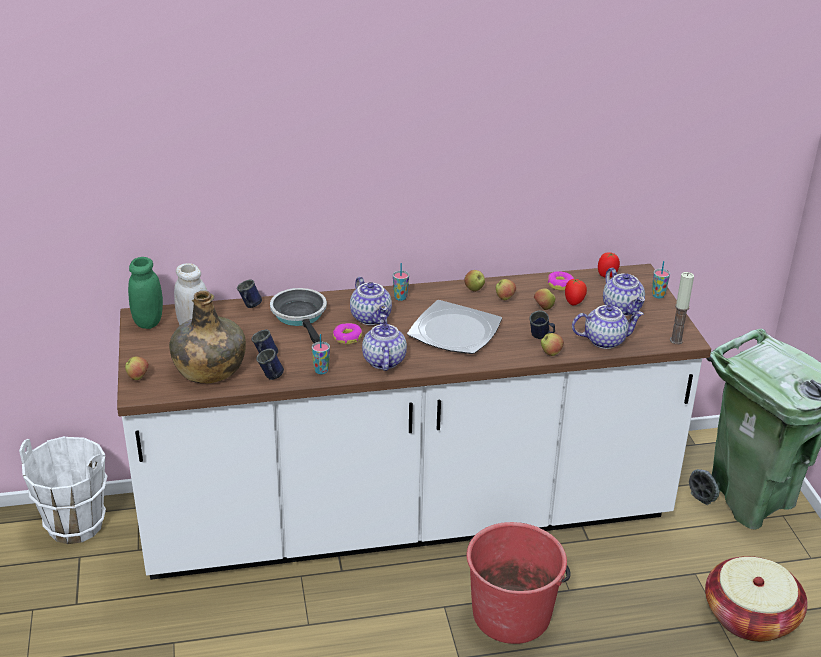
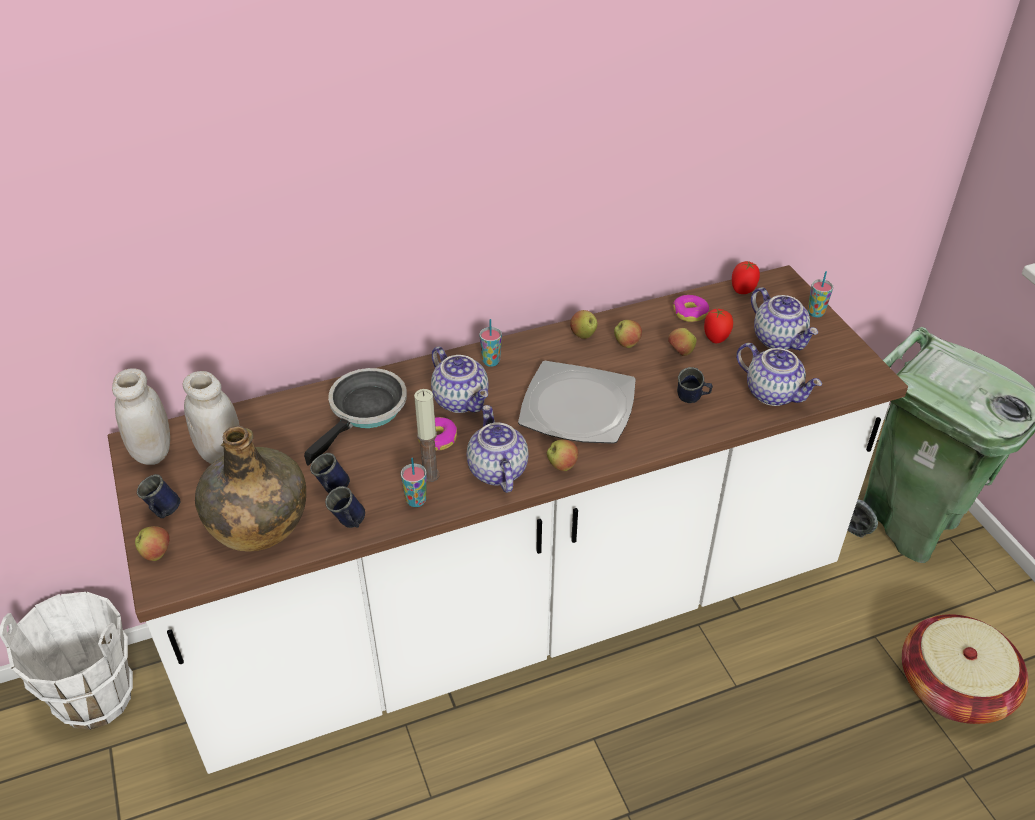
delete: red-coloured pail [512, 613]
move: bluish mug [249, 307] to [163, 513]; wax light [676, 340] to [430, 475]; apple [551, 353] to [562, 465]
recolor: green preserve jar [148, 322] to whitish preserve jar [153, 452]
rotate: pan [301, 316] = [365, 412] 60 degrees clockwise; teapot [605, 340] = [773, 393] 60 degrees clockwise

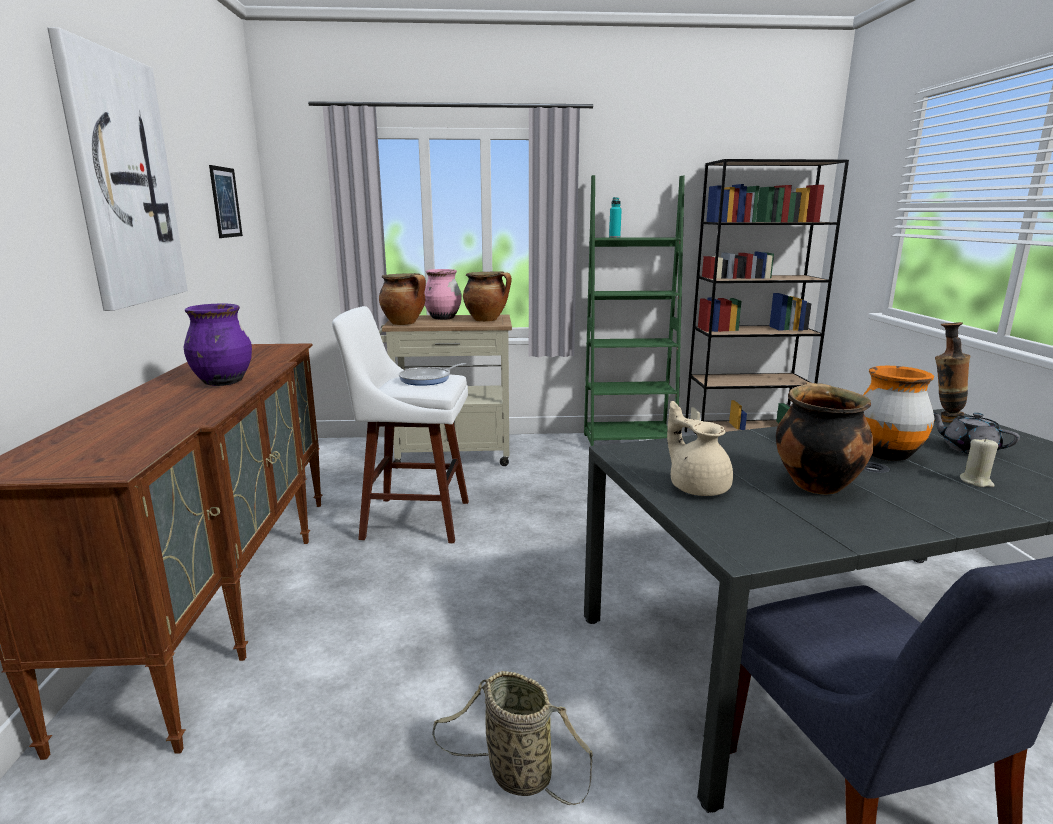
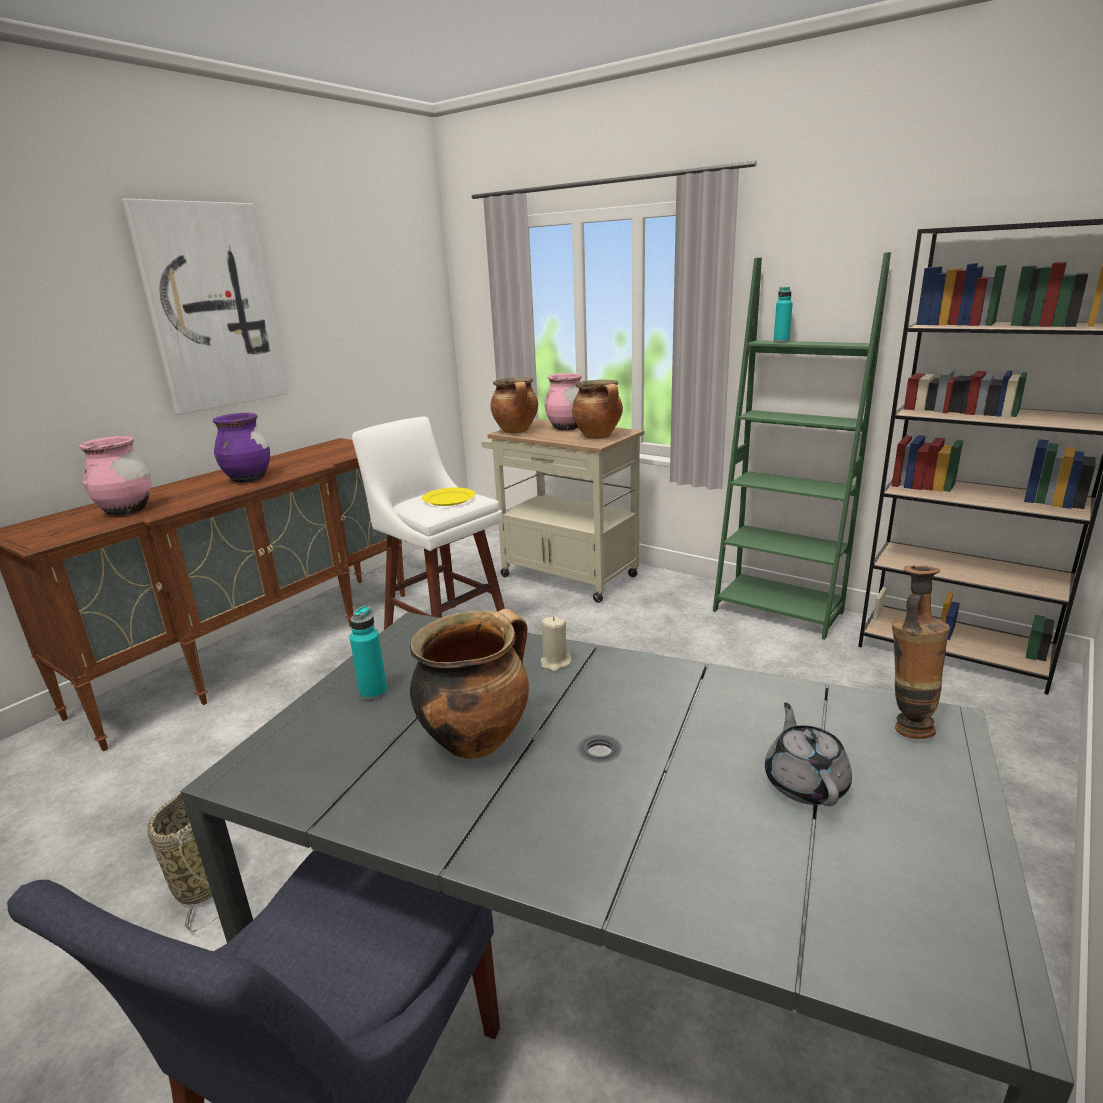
delete: picture [225, 202]; orange-coloured flower vase [885, 454]
insert: pink-coloured flower vase [126, 511]
move: sand-coloured wax light [976, 482] to [555, 663]
replace: sand-coloured teapot [697, 487] to turquoise bottle [373, 692]; pan [428, 379] to yellow flat dish [449, 499]

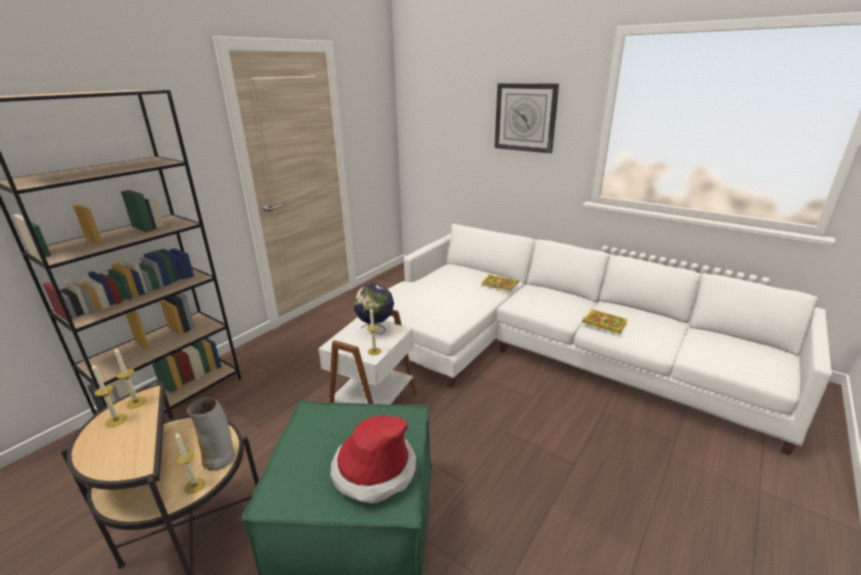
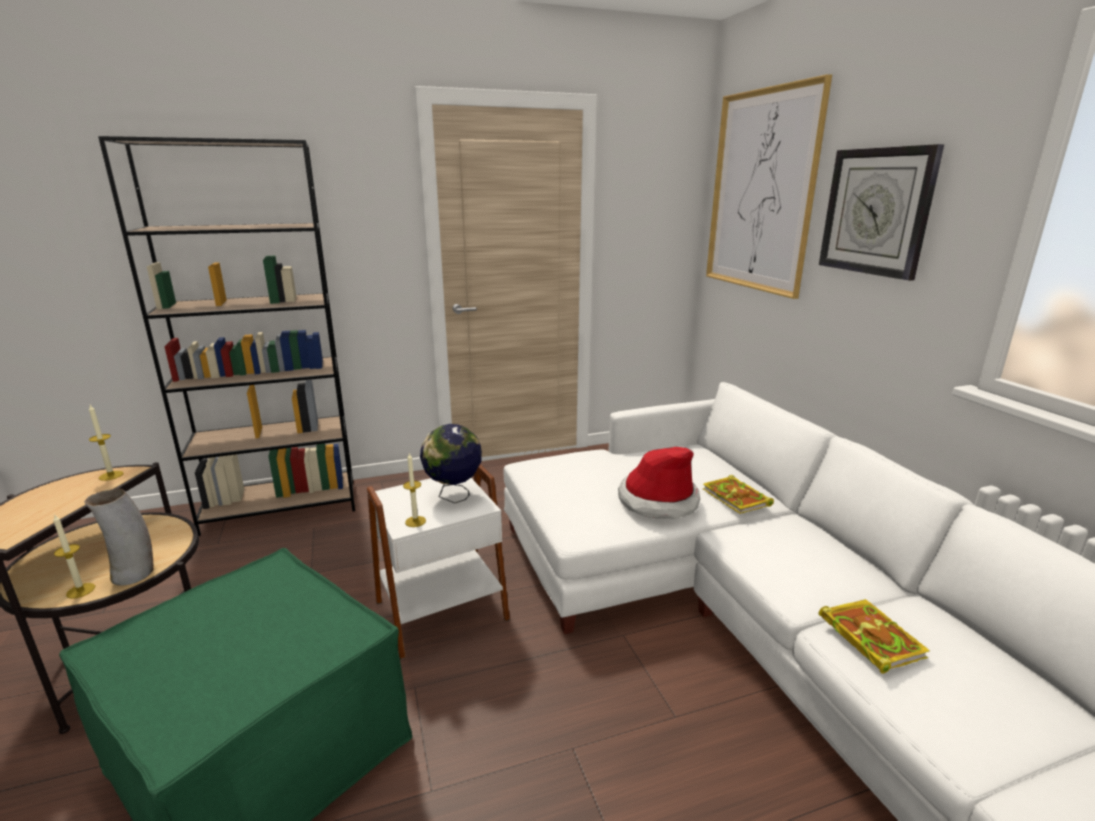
delete: wax light [116, 420]
insert: picture [761, 192]
move: clothing hat [374, 470] to [658, 501]

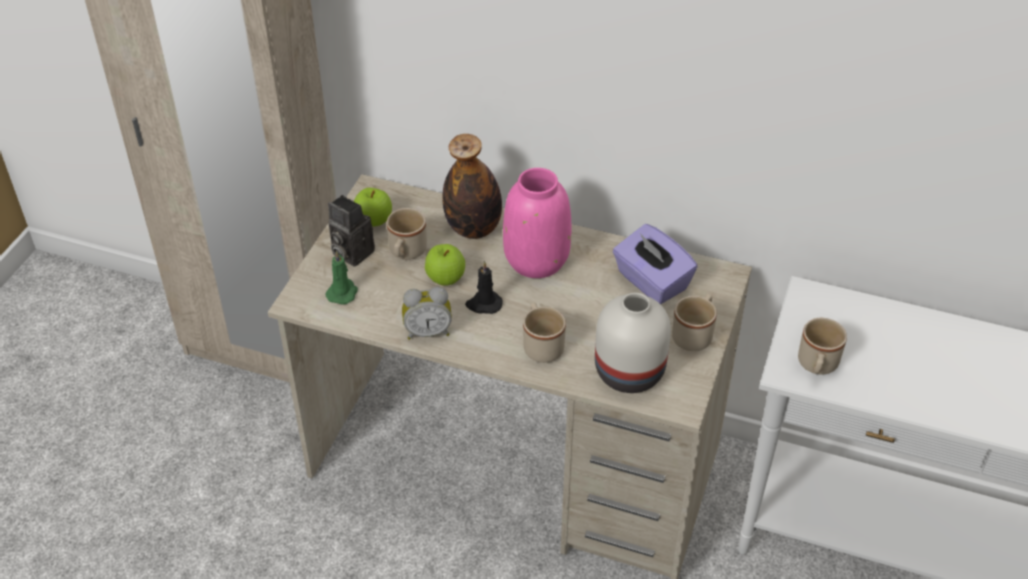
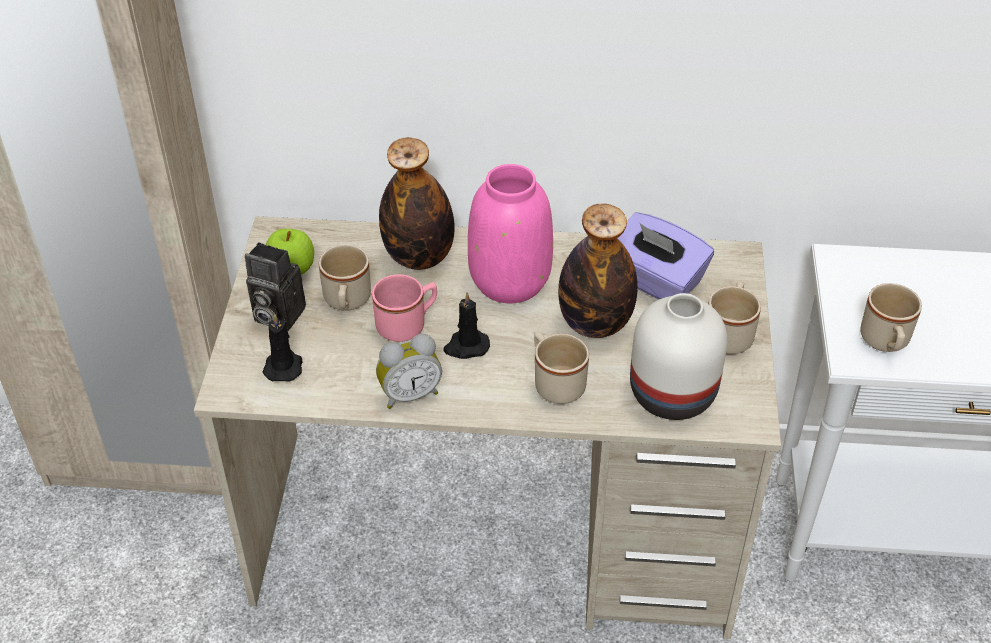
insert: bottle [595, 324]
replace: apple [445, 279] to pink-coloured mug [407, 324]
recolor: green wax light [343, 292] to black wax light [284, 366]

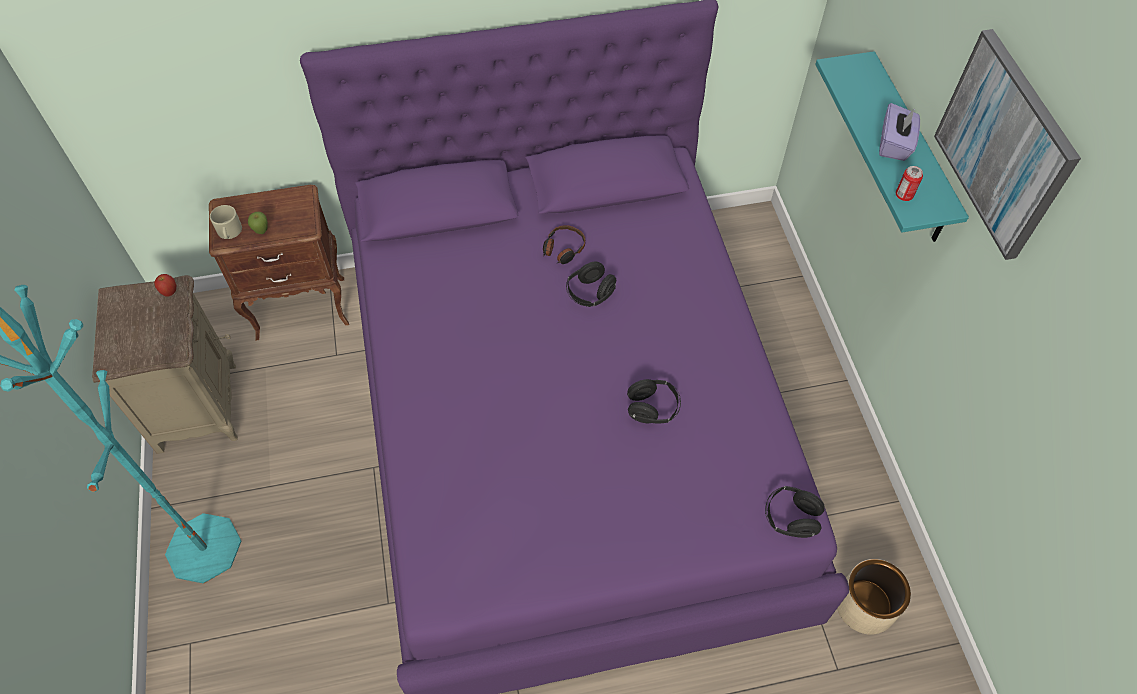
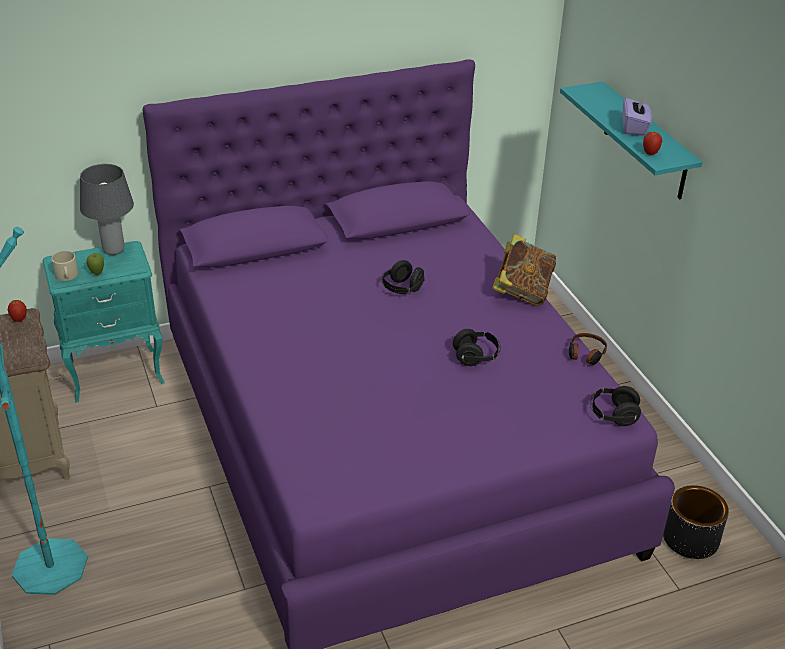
delete: picture [1004, 145]
insert: grey table lamp [114, 250]; volume [522, 291]
move: pair of headphones [563, 249] to [585, 354]
replace: can [904, 195] to apple [650, 153]
recolor: brown-coloured night table [301, 308] to turquoise night table [116, 375]; sand-coloured planter [864, 606] to black planter [690, 539]

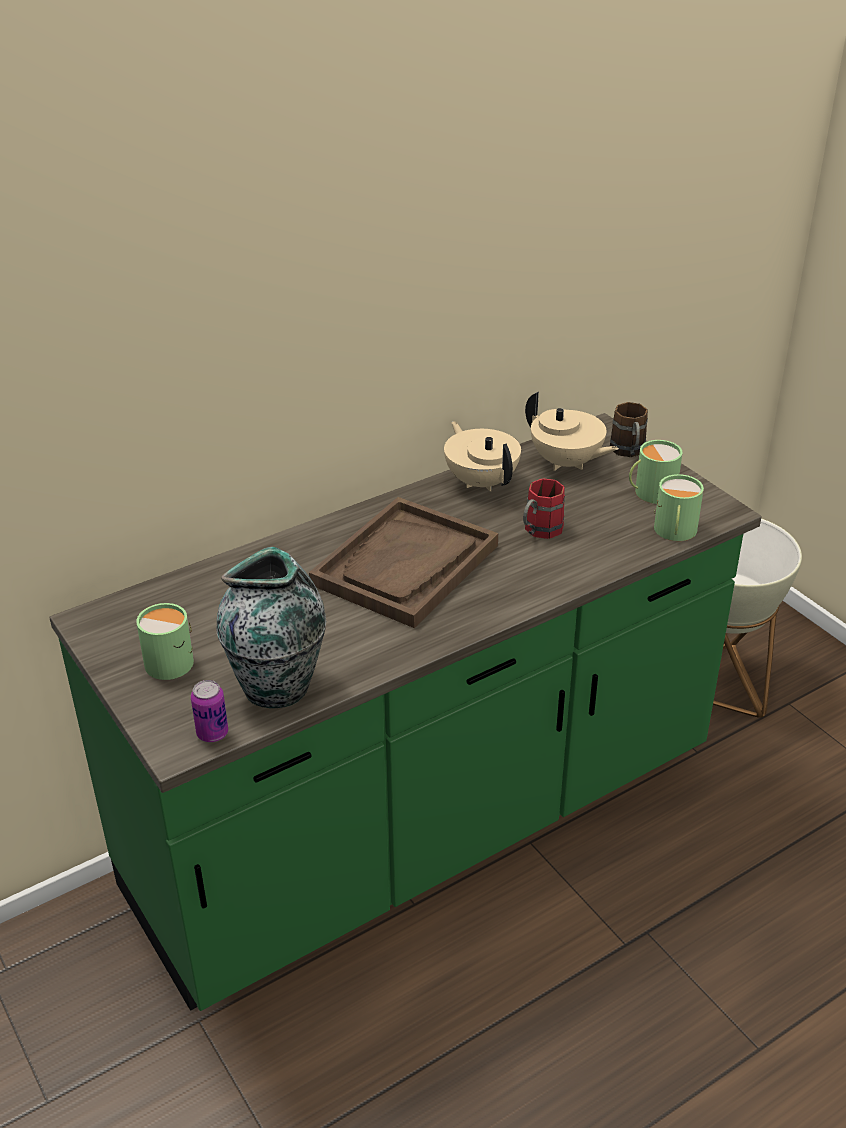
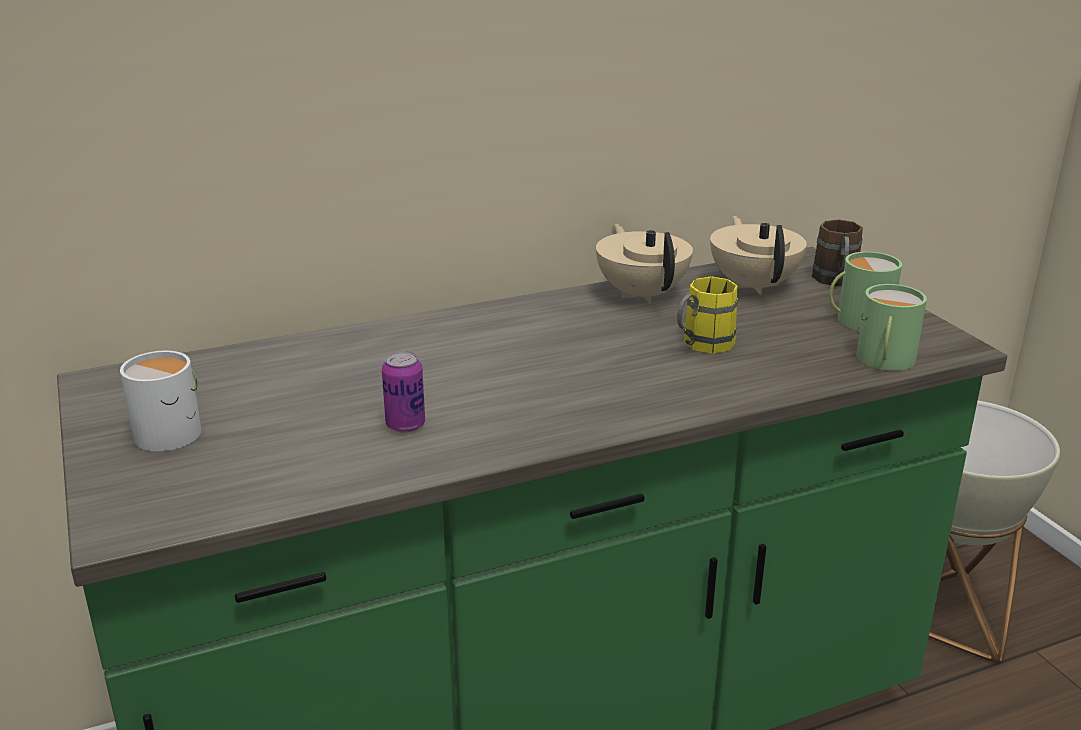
delete: flower vase [278, 686]; brown-coloured carrying tray [405, 565]
move: can [212, 733] to [405, 425]
recolor: green mug [172, 659] to whitish mug [174, 430]; red-coloured mug [539, 532] to yellow mug [701, 346]
rotate: sand-coloured teapot [566, 463] = [754, 285] 150 degrees counterclockwise

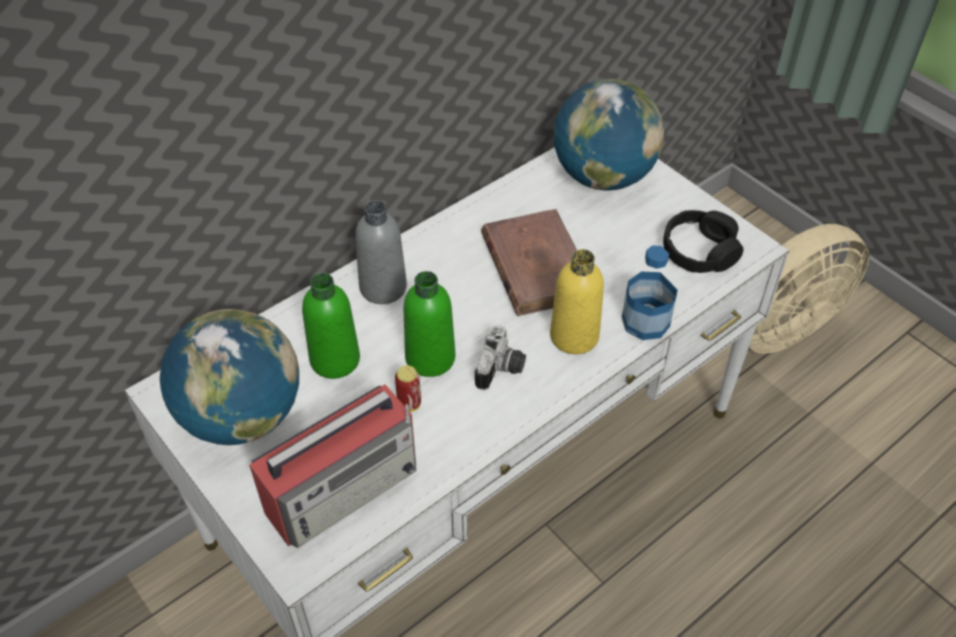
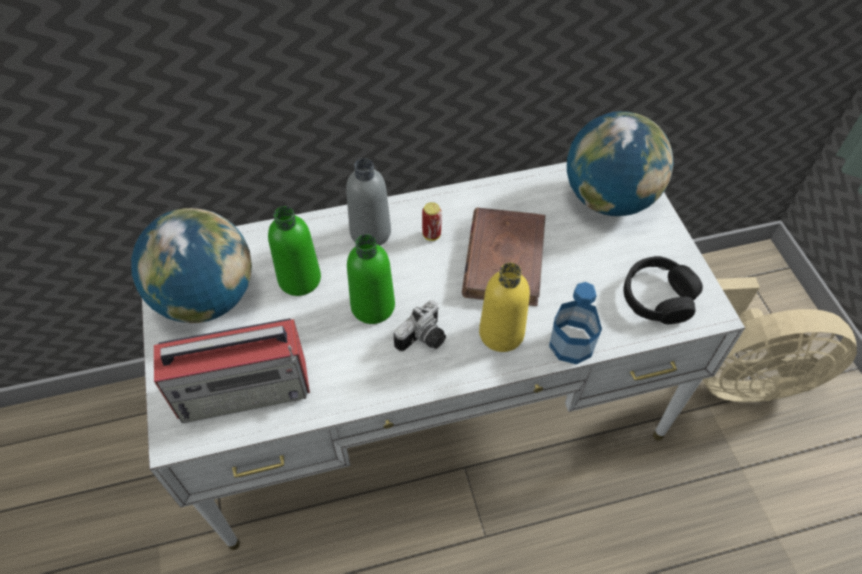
move: can [409, 404] to [431, 235]

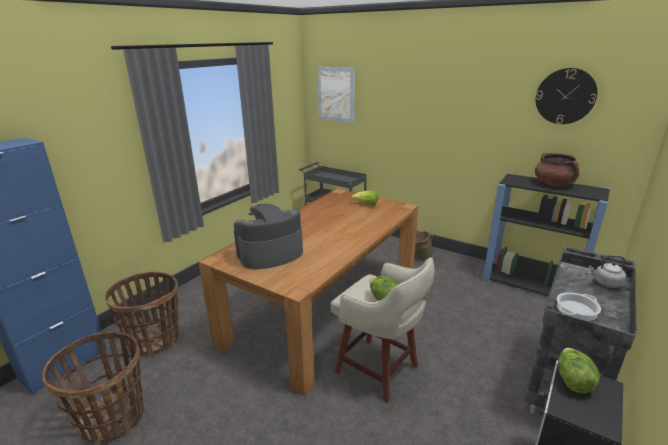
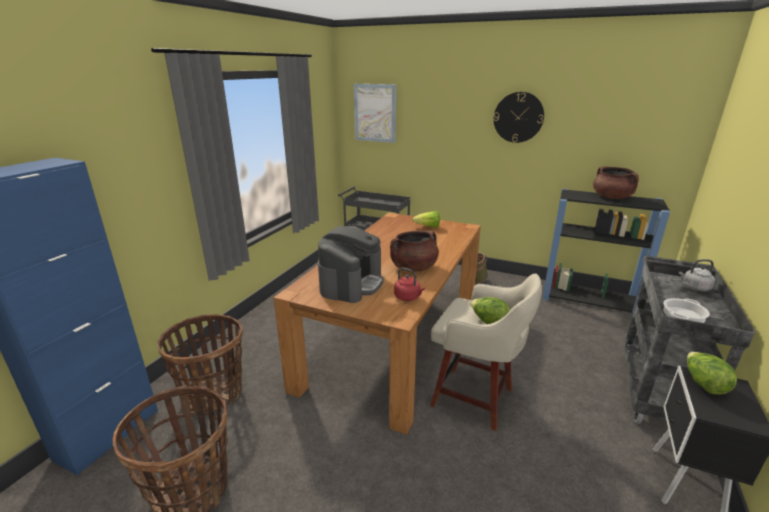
insert: brown-coloured saucepot [413, 267]; red-coloured tea kettle [408, 297]
move: hanging clock [565, 96] to [518, 117]
rotate: coffee maker [270, 254] = [351, 283] 150 degrees clockwise

